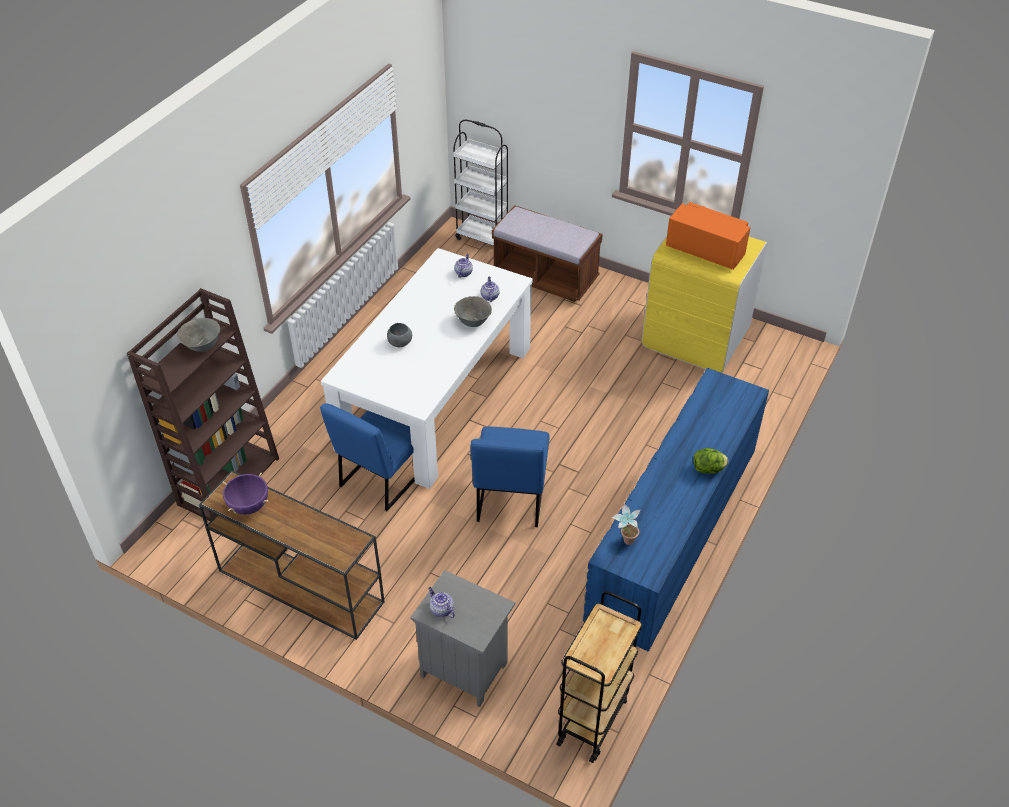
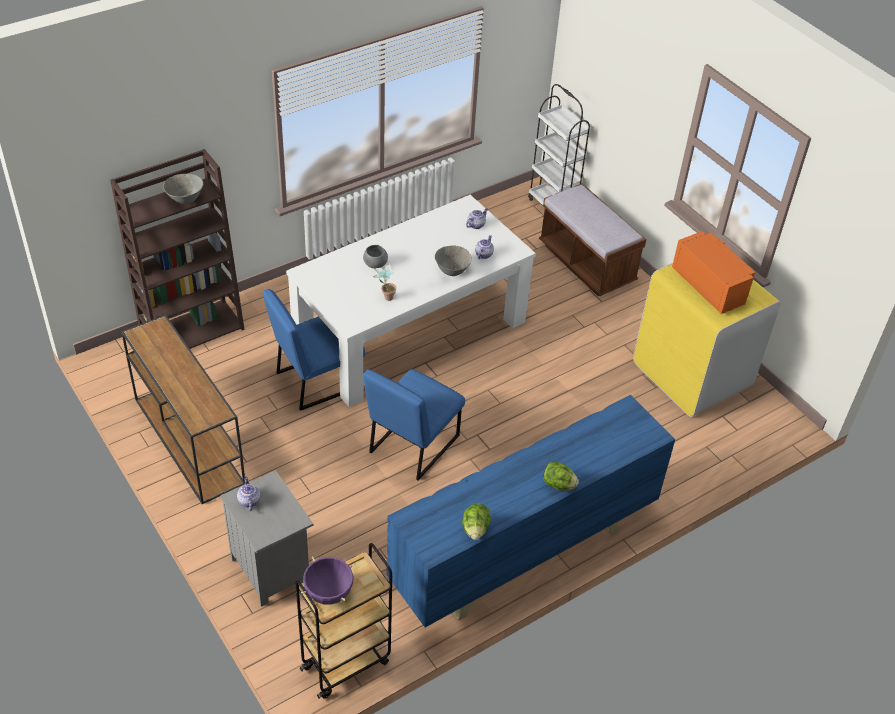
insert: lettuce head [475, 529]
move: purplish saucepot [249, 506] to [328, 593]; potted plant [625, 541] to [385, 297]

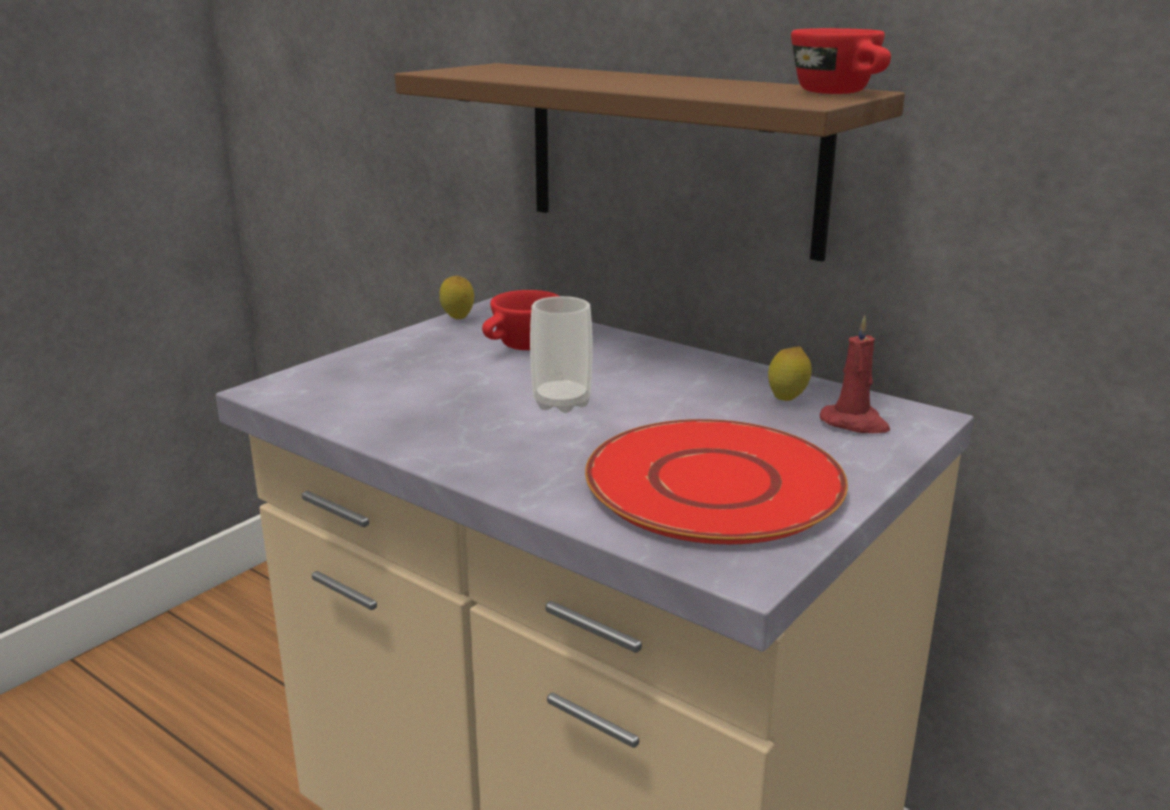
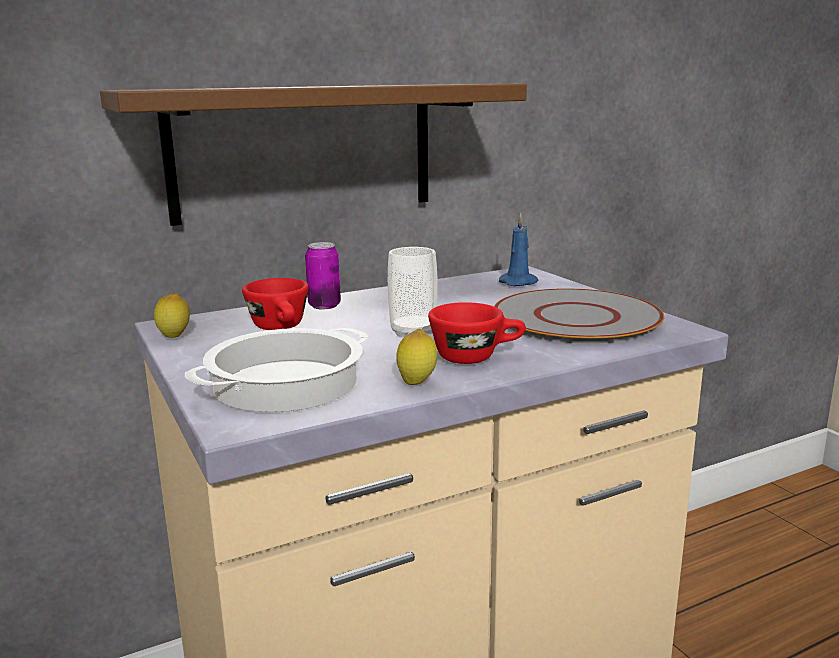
insert: saucepot [286, 383]; can [324, 306]
move: lemon [787, 401] to [417, 384]; red-coloured drinking cup [842, 93] to [476, 357]
recolor: red-coloured flat dish [715, 483] to grey flat dish [576, 318]; red-coloured wax light [855, 423] to bluish wax light [520, 282]

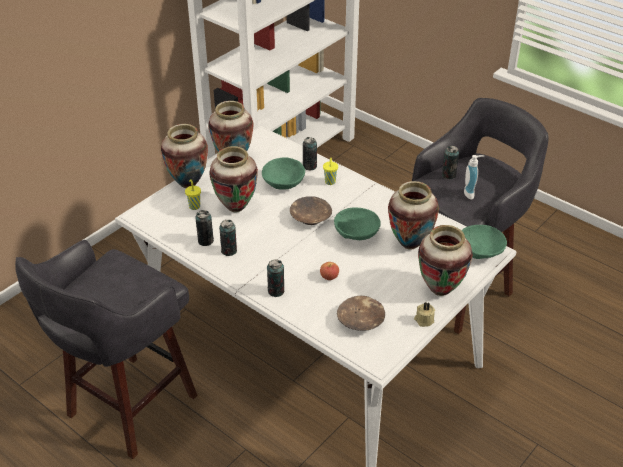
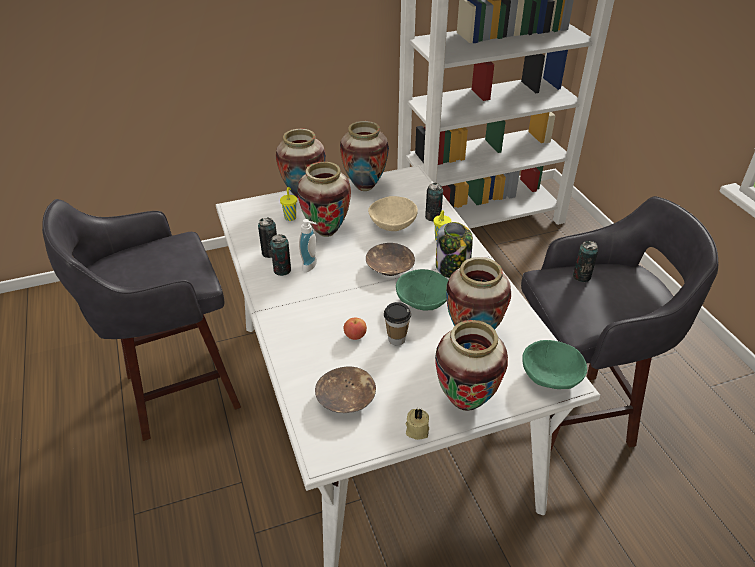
delete: can [276, 291]
insert: drinking cup [396, 339]; preserve jar [453, 268]
move: soap dispenser [471, 193] to [312, 266]
recolor: green bowl [283, 183] to sand-coloured bowl [393, 224]

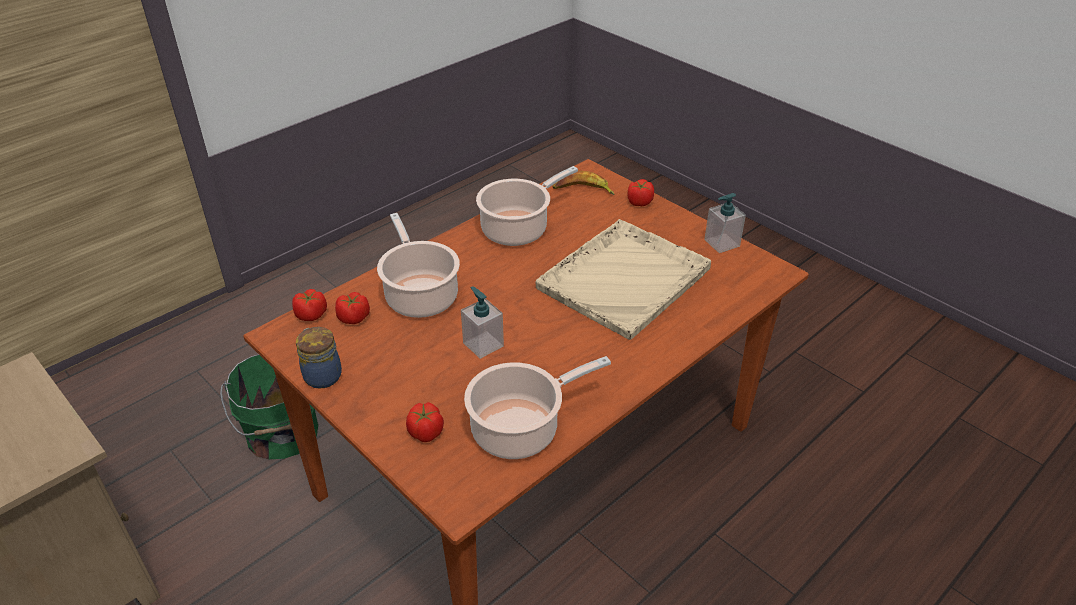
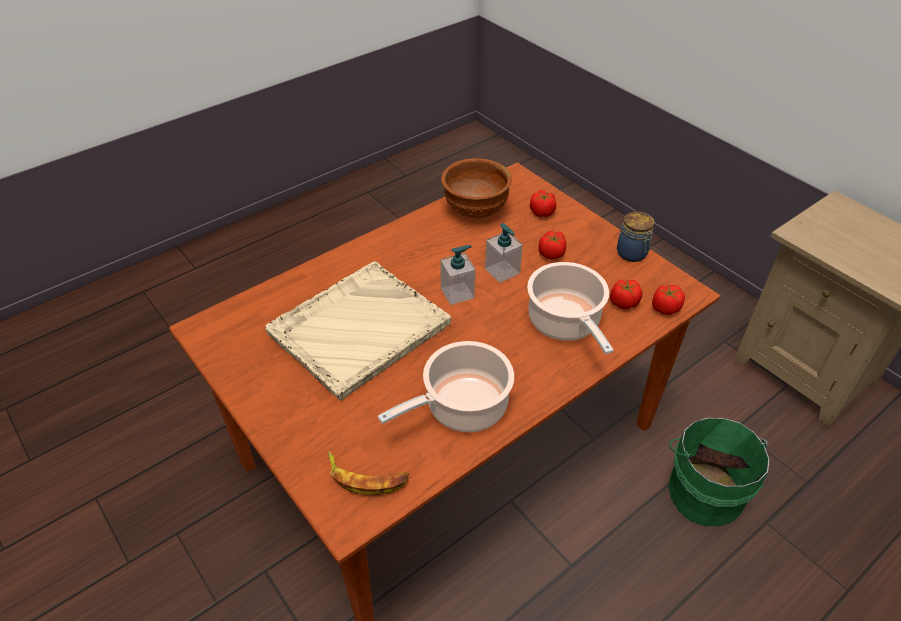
move: soap dispenser [721, 243] to [457, 293]; tomato [639, 202] to [551, 254]
replace: saucepot [520, 429] to brown-coloured bowl [474, 210]

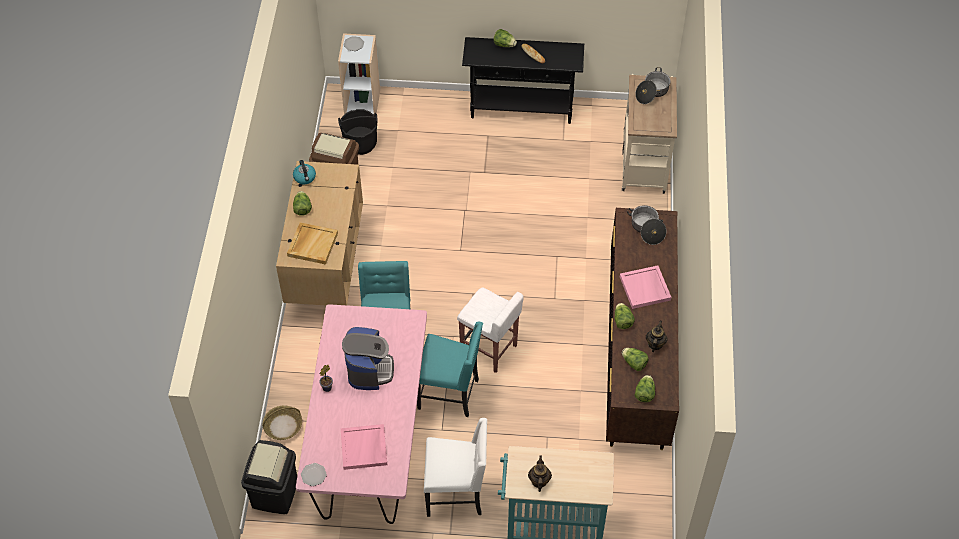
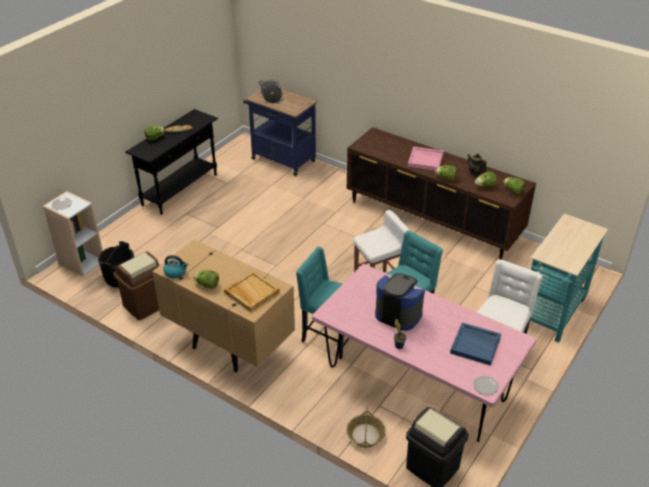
delete: teapot [539, 481]; saucepot [646, 229]
recolor: sand-coloured cart [643, 163] to bluish cart [281, 159]; pink-coloured carrying tray [364, 448] to bluish carrying tray [476, 345]

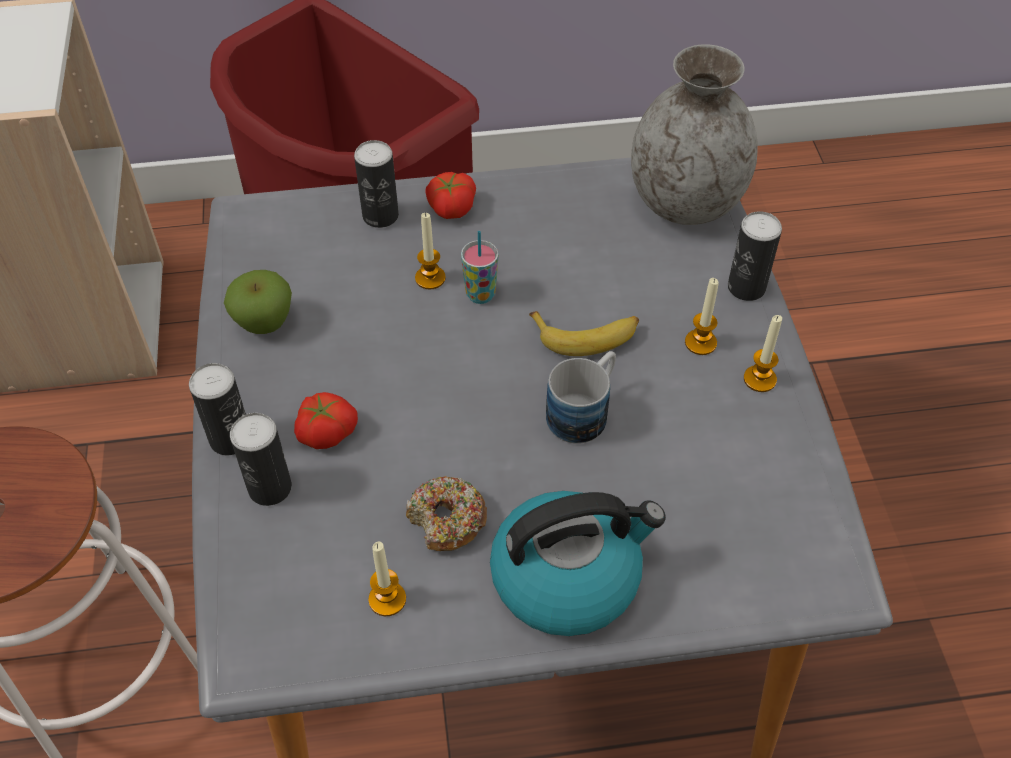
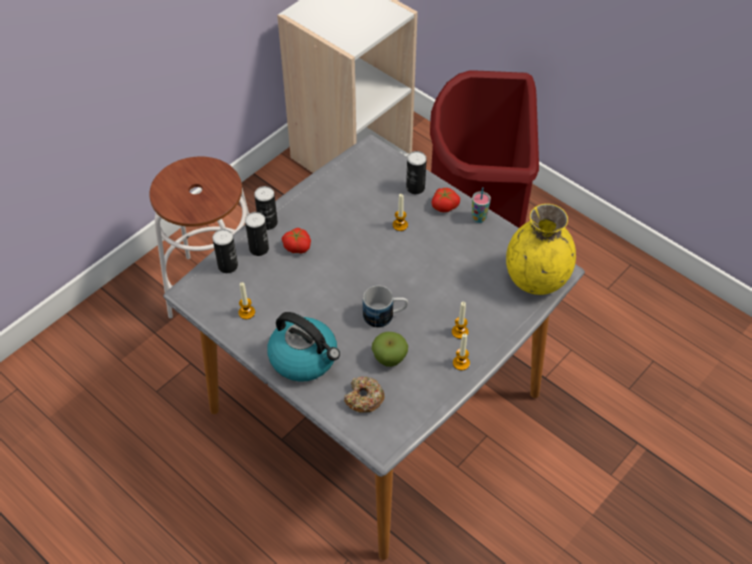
delete: whole banana [586, 335]
move: can [746, 287] to [228, 266]; ring doughnut [447, 521] to [364, 398]; apple [264, 323] to [389, 359]; drinking cup [480, 294] to [479, 218]
recolor: grey flower vase [685, 202] to yellow flower vase [536, 279]

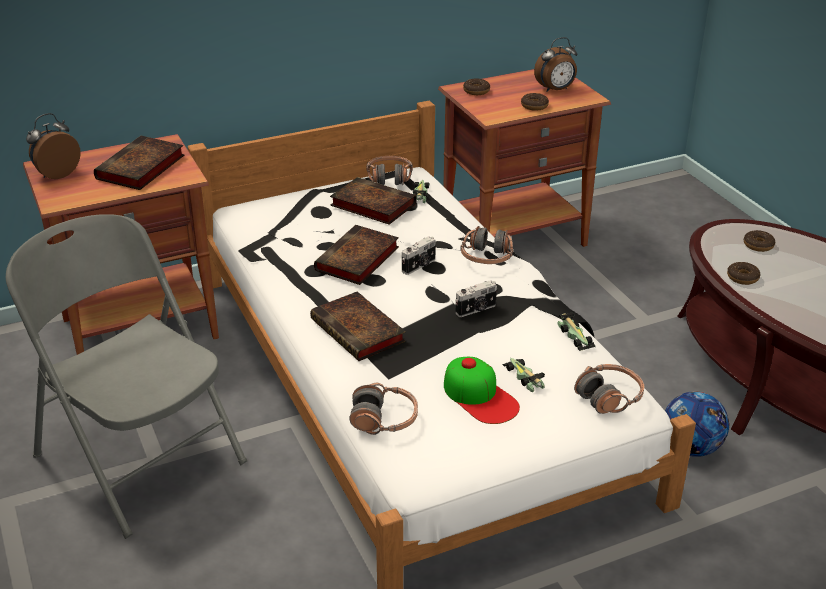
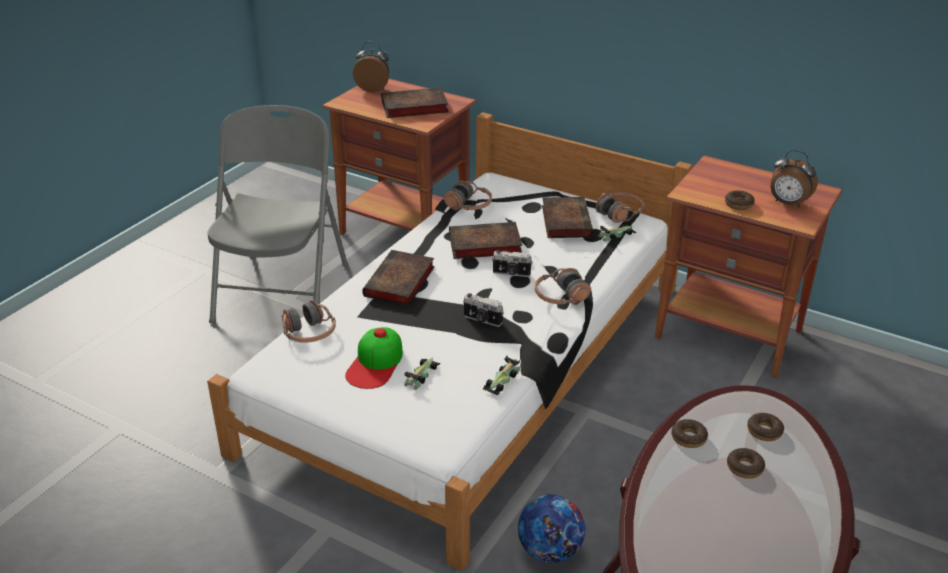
move: pair of headphones [609, 397] to [469, 206]; ring doughnut [476, 91] to [744, 467]

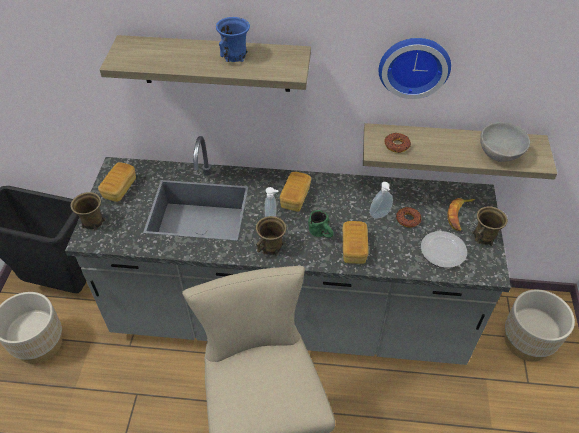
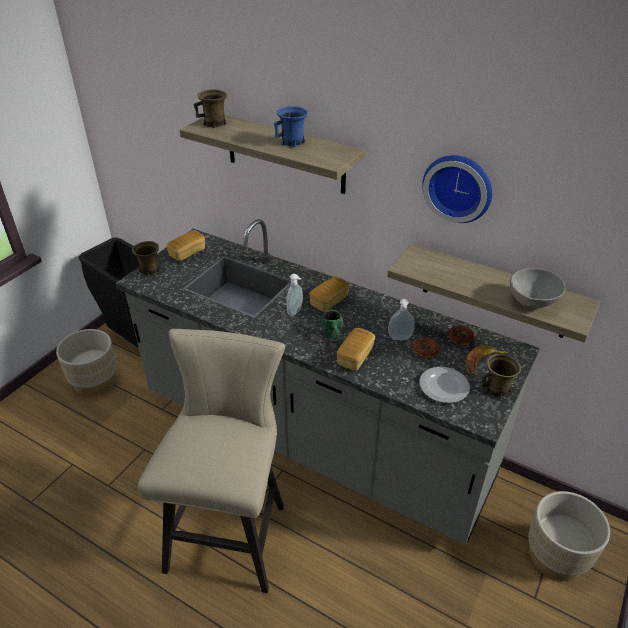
move: brown-coloured mug [271, 247] to [215, 123]; ring doughnut [397, 145] to [461, 338]

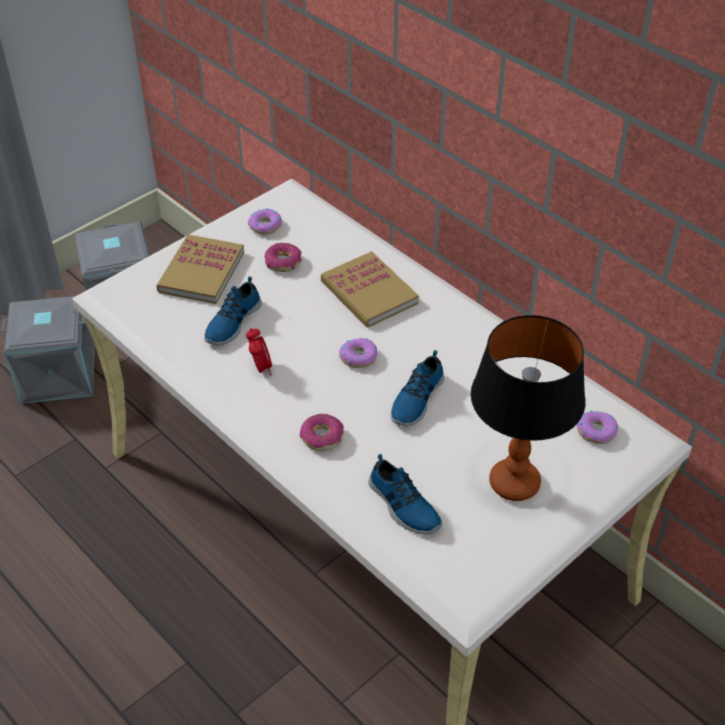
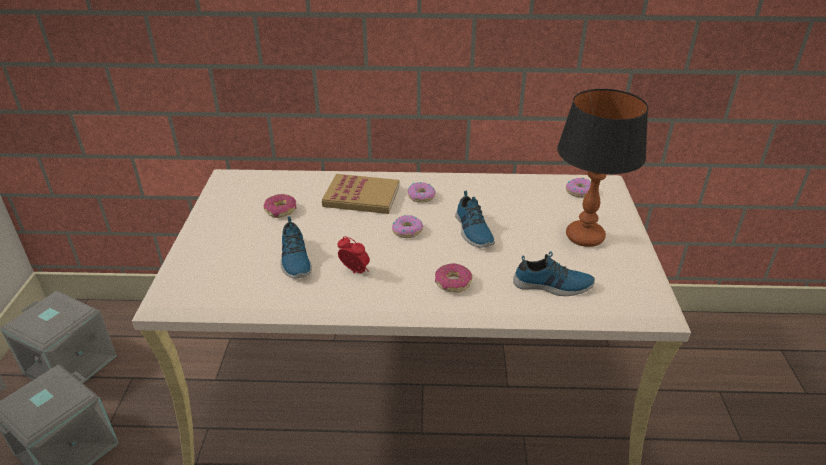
delete: volume [201, 272]
move: ring doughnut [265, 226] to [421, 196]

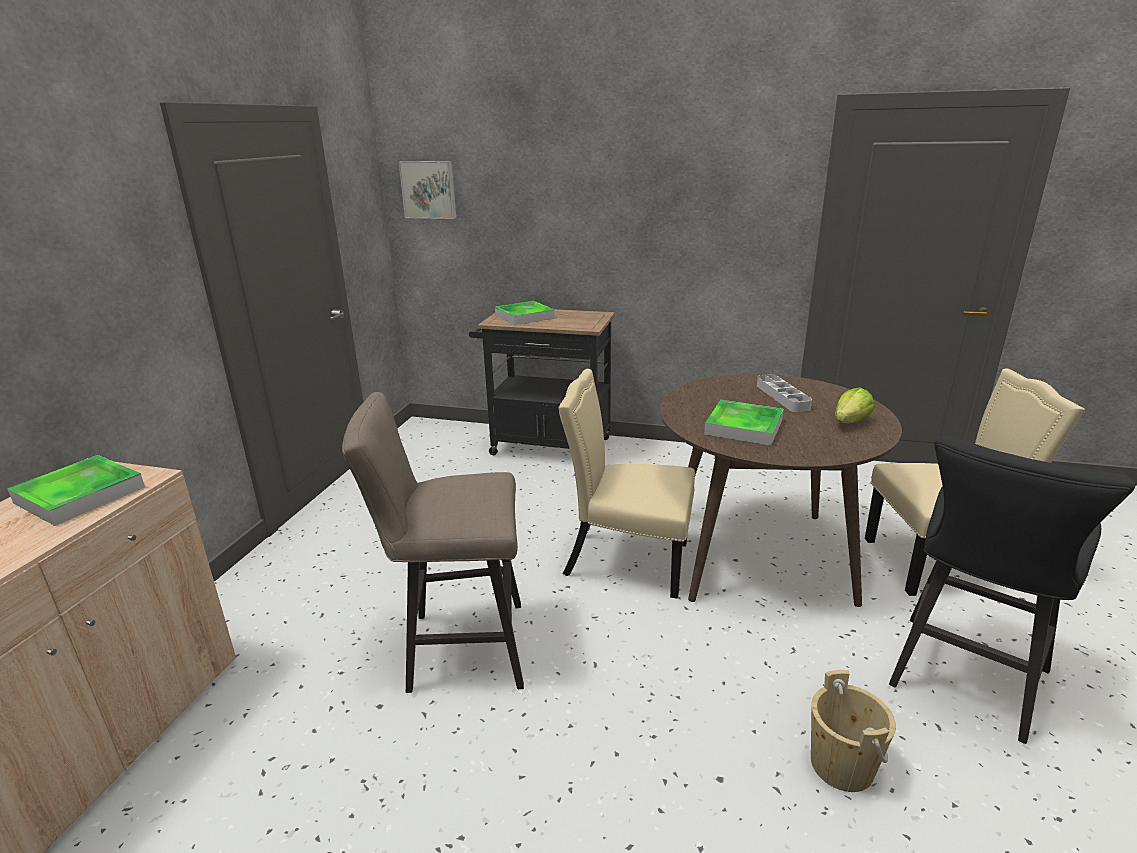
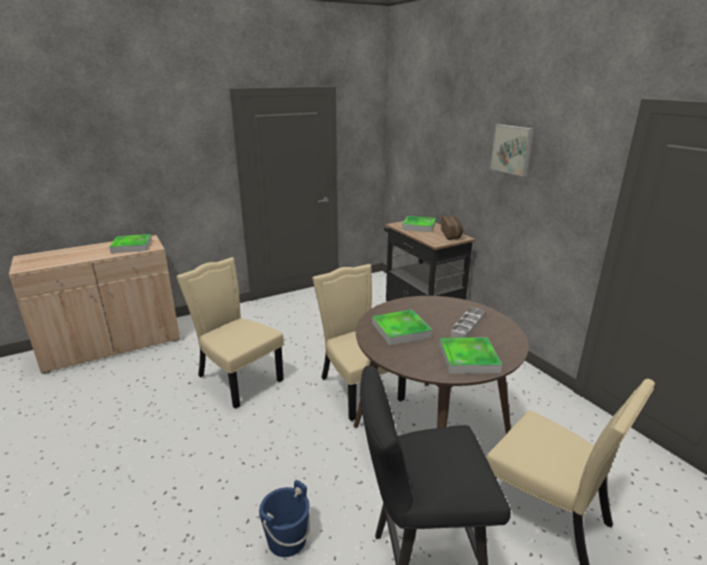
insert: bakery bread [452, 235]
move: picture [429, 189] to [512, 149]
replace: sand-coloured stool [457, 648] to sand-coloured chair [239, 380]; lettuce head [850, 422] to carrying tray [468, 358]
recolor: sand-coloured pail [841, 765] to bluish pail [287, 539]

